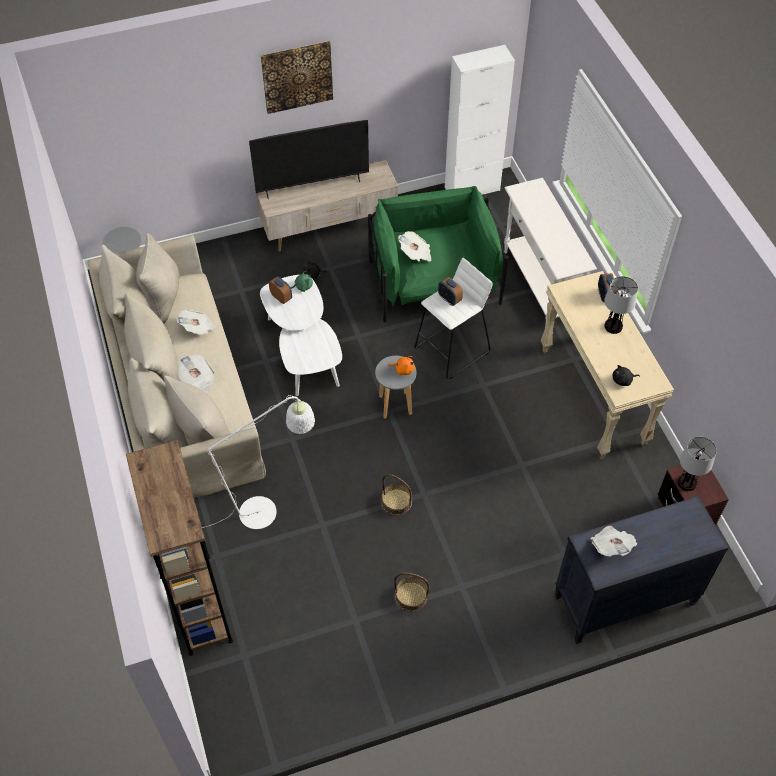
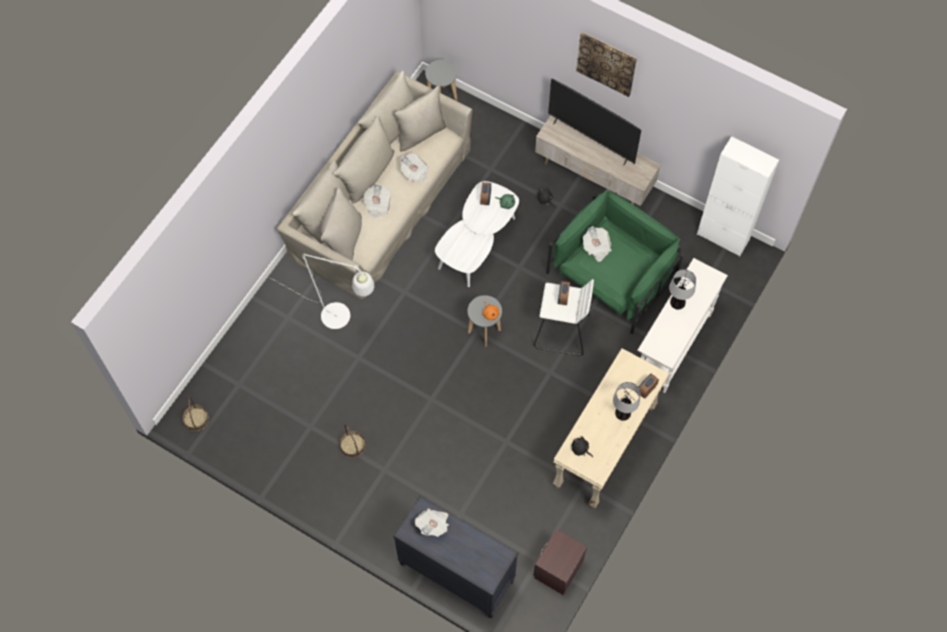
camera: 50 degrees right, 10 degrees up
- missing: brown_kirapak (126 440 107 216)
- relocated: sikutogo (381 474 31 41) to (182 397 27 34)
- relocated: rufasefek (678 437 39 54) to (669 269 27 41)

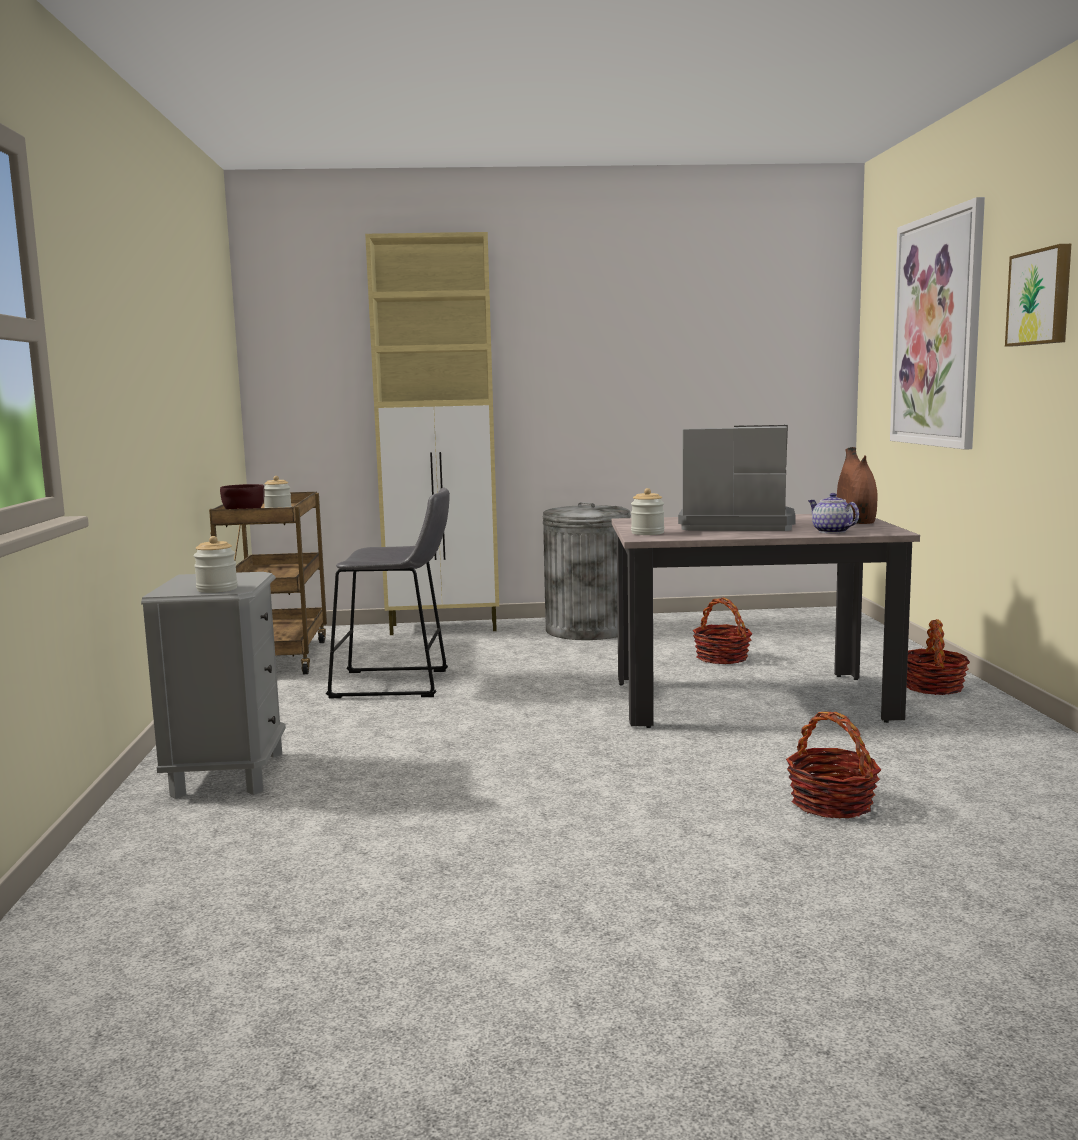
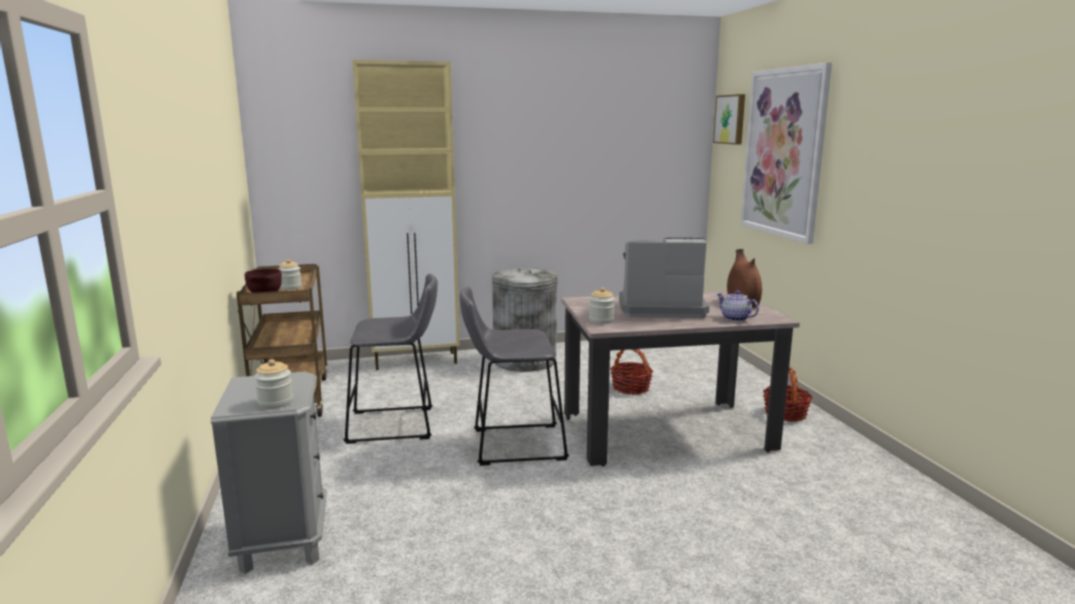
camera: 10 degrees left, 5 degrees up
- missing: sikutogo (786 712 95 106)
- relocated: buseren (1005 244 66 103) to (713 94 32 51)
- appeared: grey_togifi (459 286 110 180)

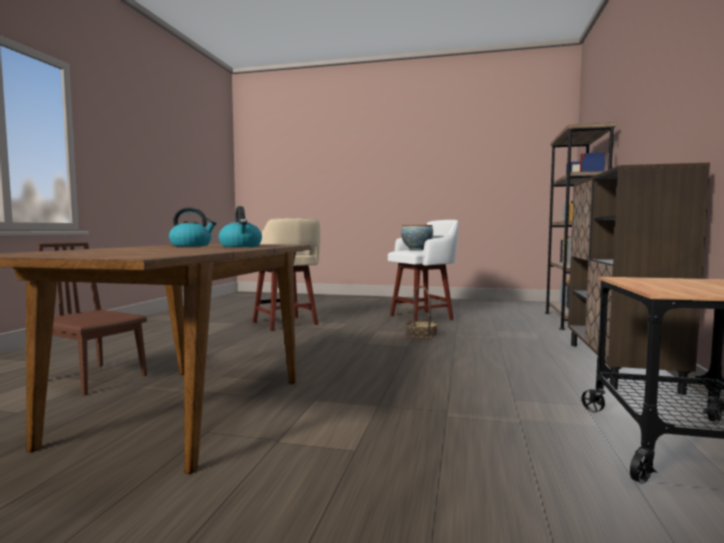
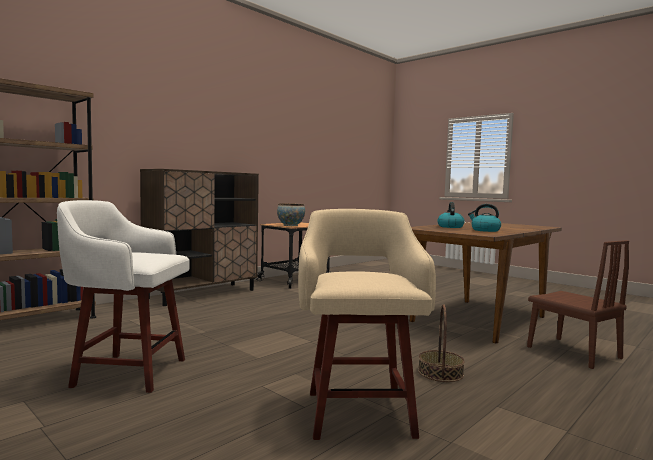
camera: 150 degrees left, 0 degrees up
- relocated: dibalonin (401 225 32 25) to (277 204 28 22)
- relocated: sikutogo (406 286 32 53) to (418 304 47 78)

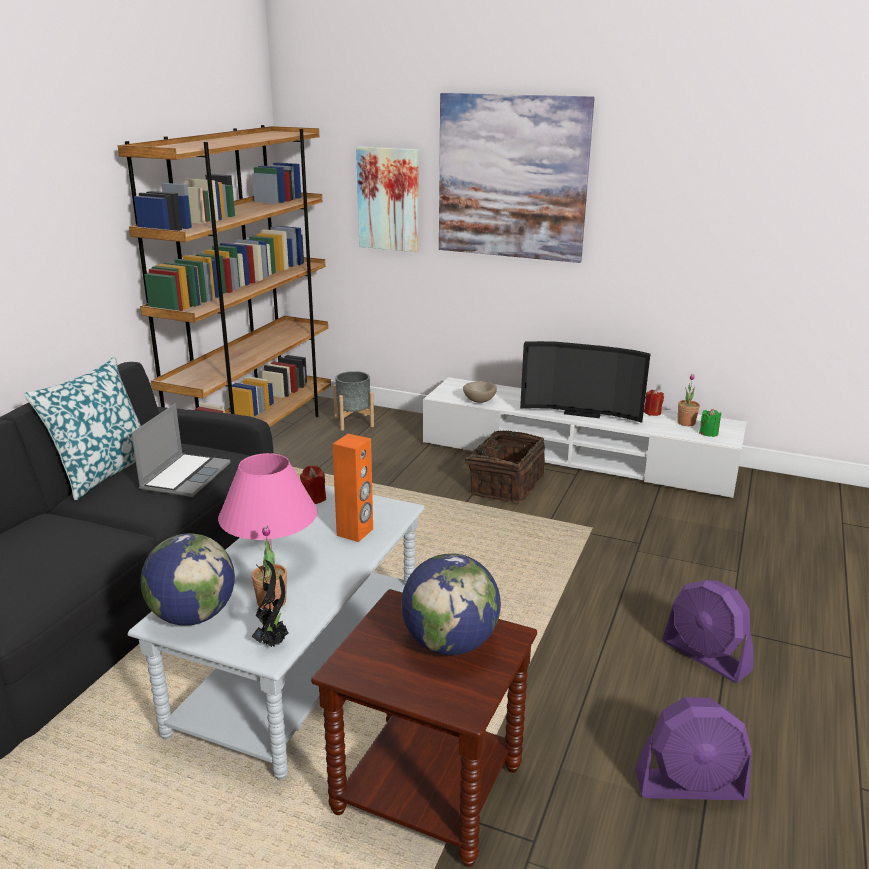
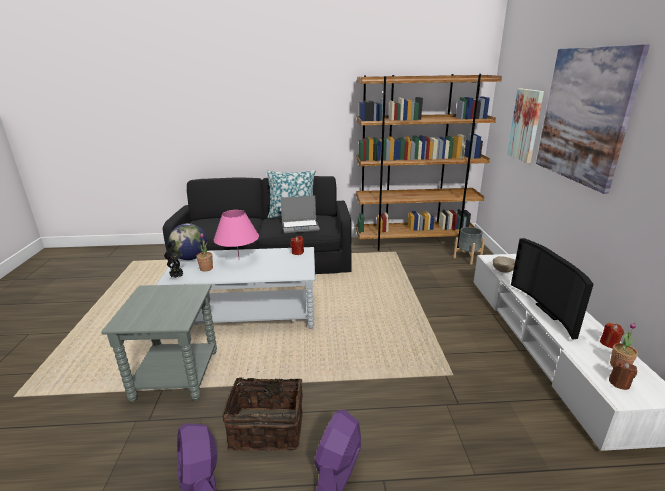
camera: 65 degrees right, 0 degrees up
- colour: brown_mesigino (311 589 226 278) to grey_mesigino (101 284 116 118)
- missing: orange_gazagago (332 434 41 108)
- missing: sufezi (401 553 100 102)
- relocated: sikutogo (455 430 90 73) to (222 371 81 80)
- colour: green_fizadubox (699 409 22 28) to brown_fizadubox (609 359 28 31)

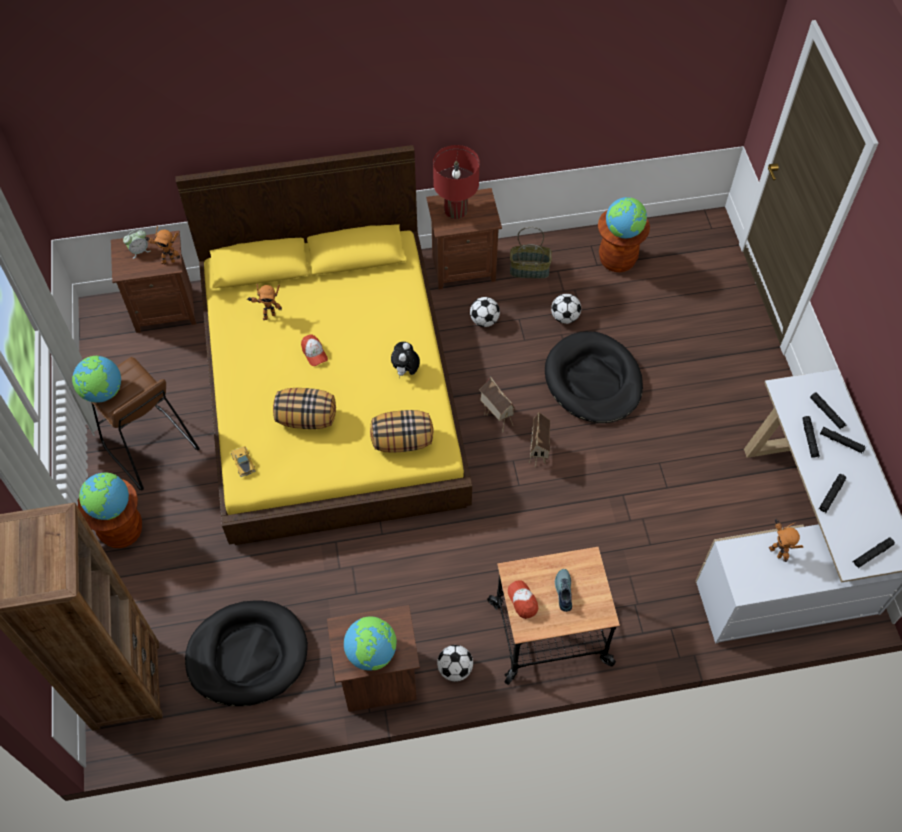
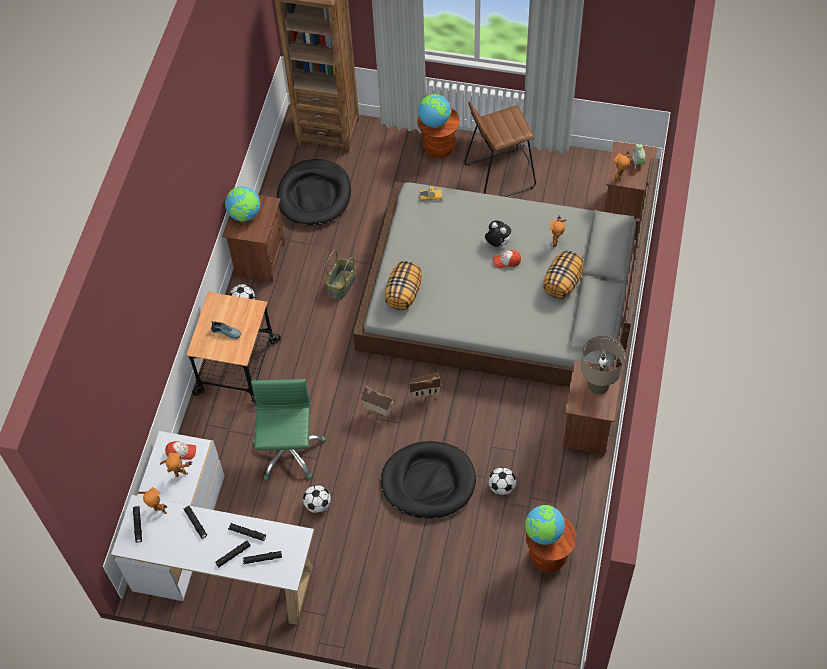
camera: 115 degrees right, 0 degrees up
- missing: sufezi (72 356 49 47)
- colour: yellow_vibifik (176 145 296 400) to grey_vibifik (353 158 304 229)
- relocated: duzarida (273 388 63 41) to (543 251 41 48)
- relocated: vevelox (391 342 29 35) to (485 220 26 27)
- colour: red_rufasefek (433 145 47 74) to beige_rufasefek (581 336 44 59)
- relocated: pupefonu (470 297 30 30) to (303 485 28 28)
- relocated: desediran (508 580 30 39) to (165 441 31 19)
- relocated: sikutogo (510 227 42 52) to (326 250 30 49)
- appeared: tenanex (138 487 29 27)
- appeared: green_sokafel (251 379 75 102)

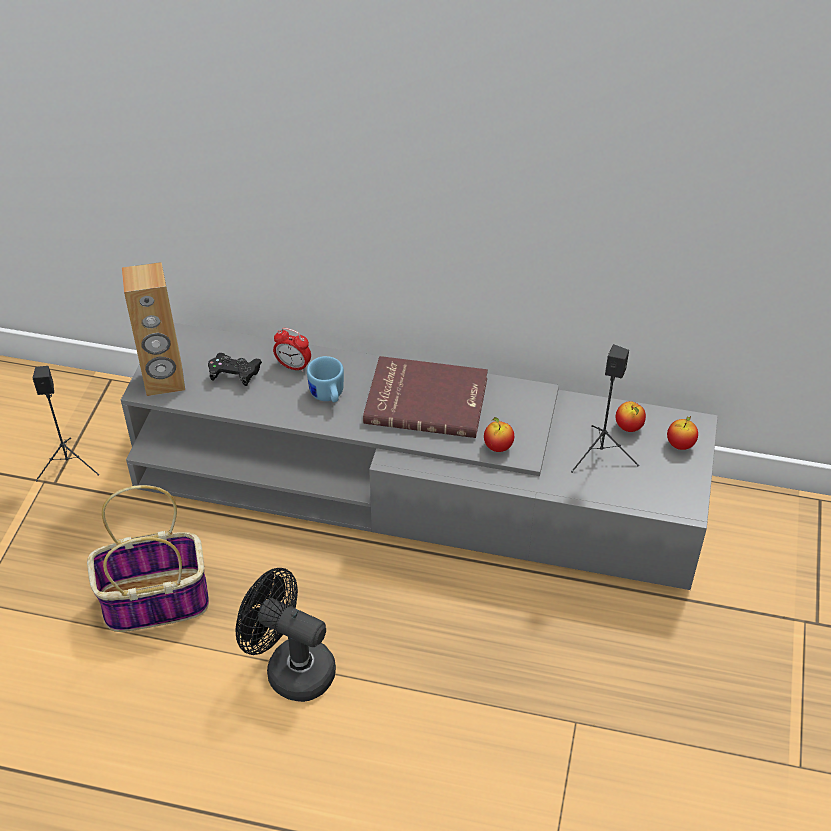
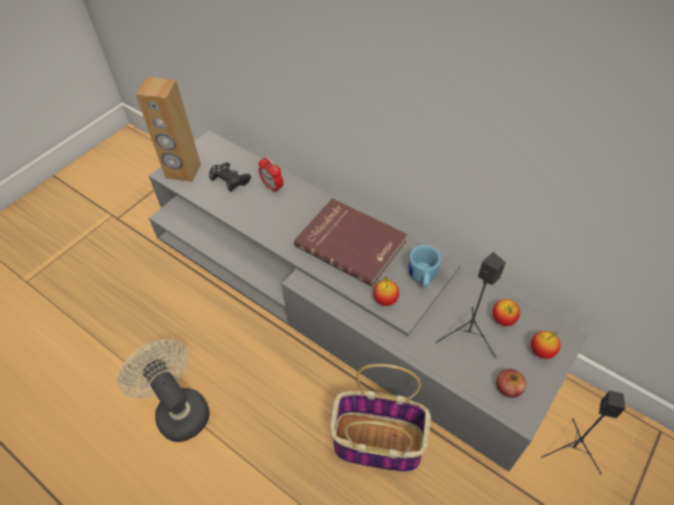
camera: 25 degrees right, 5 degrees up
- relocated: black_gazagago (33 366 66 115) to (541 390 85 84)
- relocated: sikutogo (87 485 122 147) to (330 364 101 108)
- colour: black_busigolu (235 568 101 134) to beige_busigolu (117 339 93 103)
- relocated: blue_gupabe (307 356 37 47) to (409 245 32 42)
- appeared: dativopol (496 369 30 29)

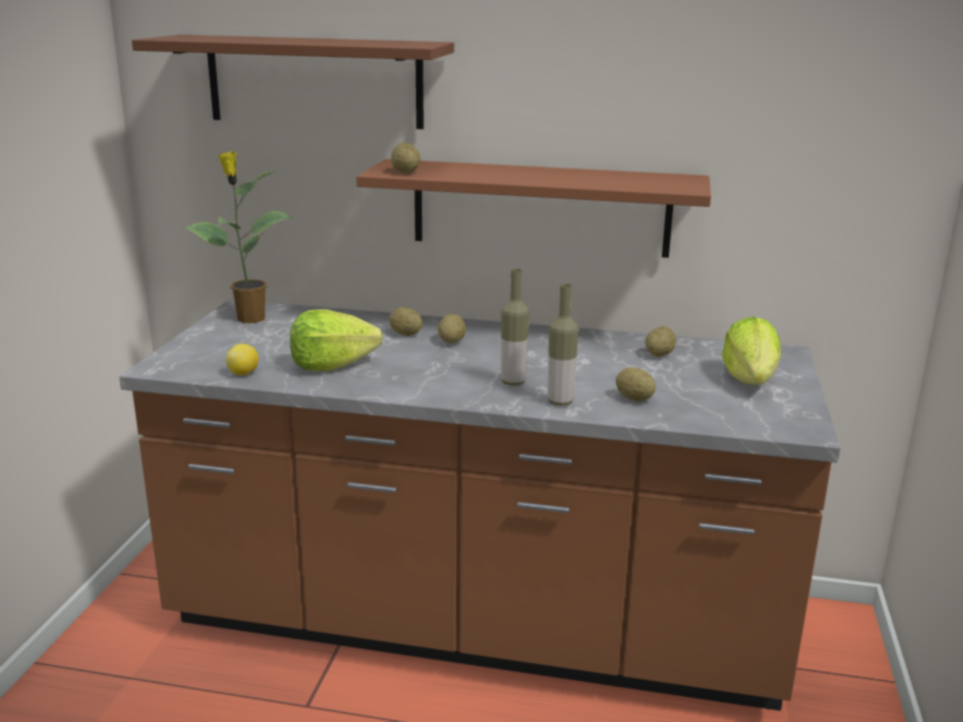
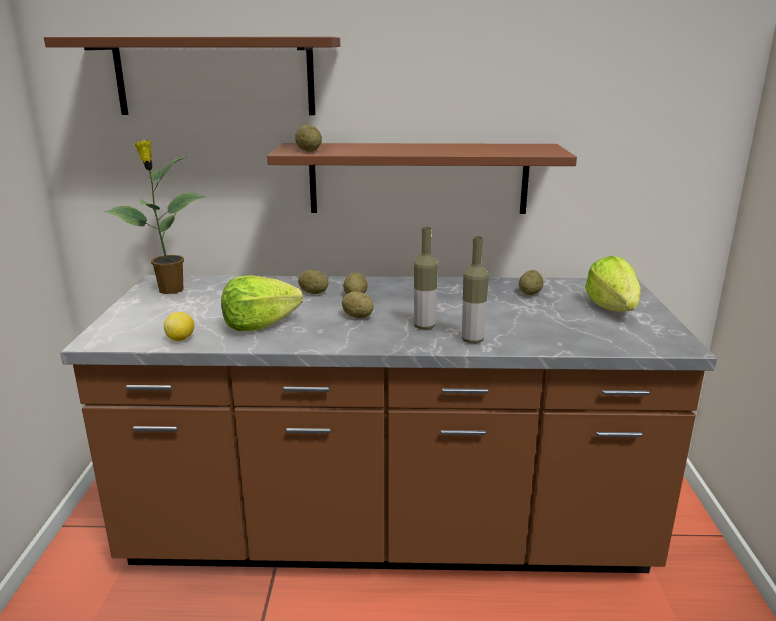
camera: 10 degrees left, 0 degrees up
- relocated: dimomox (616 367 40 34) to (342 291 32 28)

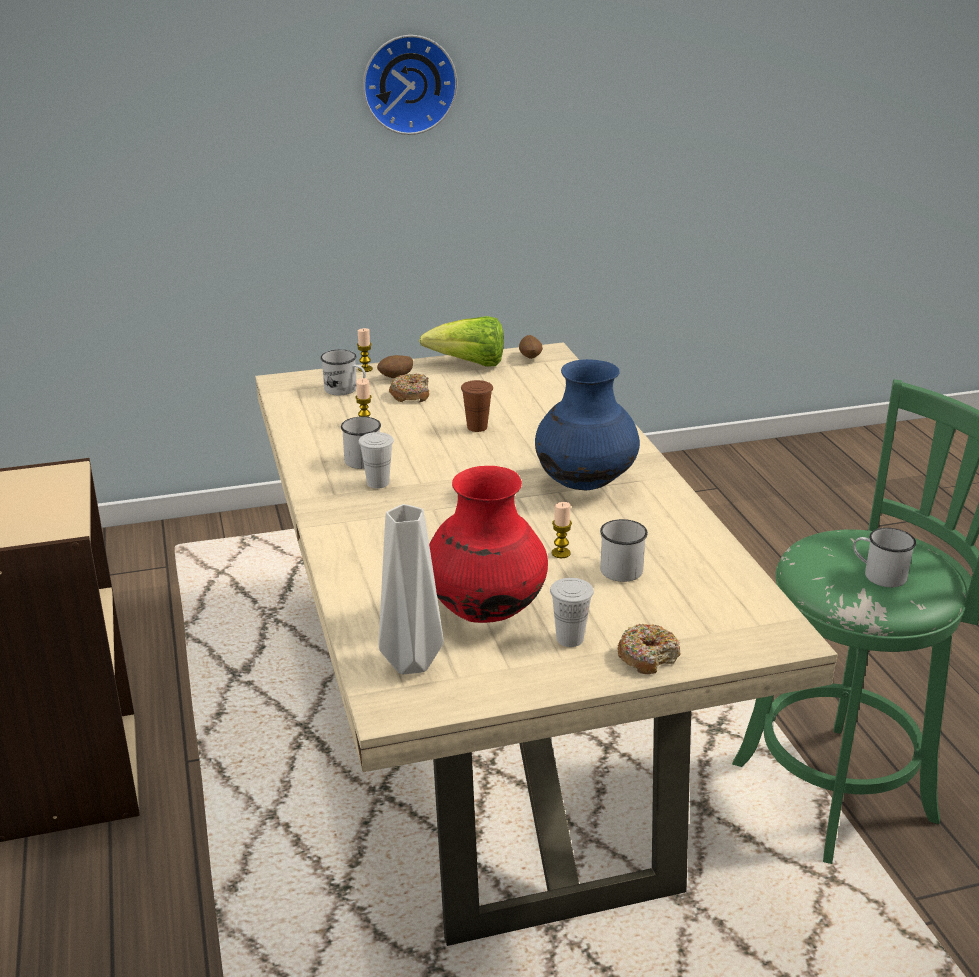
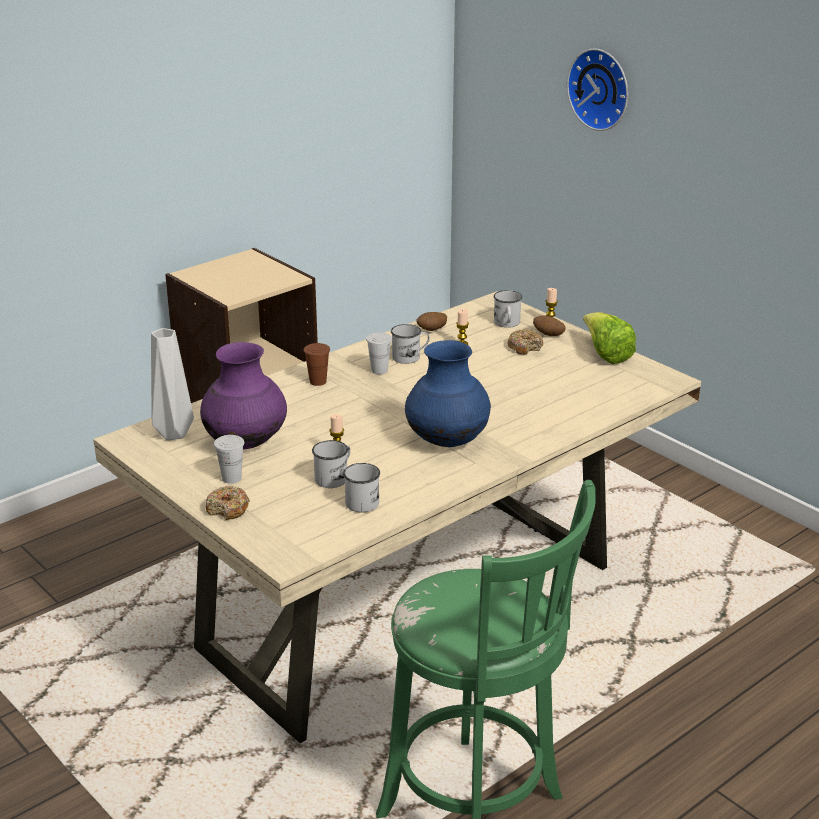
camera: 65 degrees right, 0 degrees up
- relocated: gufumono (363 35 94 100) to (567 48 61 83)
- colour: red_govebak (429 466 119 157) to purple_govebak (200 342 87 108)
- relocated: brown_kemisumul (461 380 32 52) to (303 343 27 43)
- relocated: dimomox (519 335 24 24) to (416 312 31 19)
- relocated: white_gupabe (853 528 63 59) to (343 463 37 49)

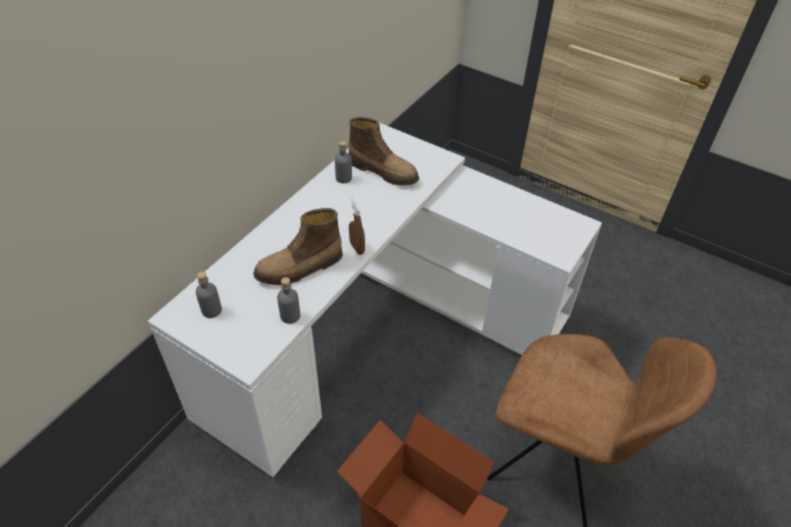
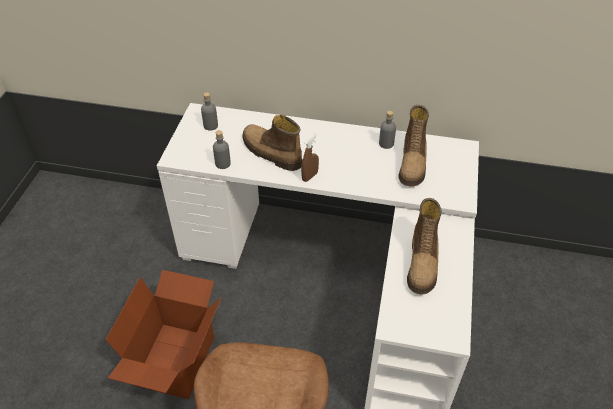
camera: 70 degrees right, 0 degrees up
- appeared: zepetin (407 198 35 97)

